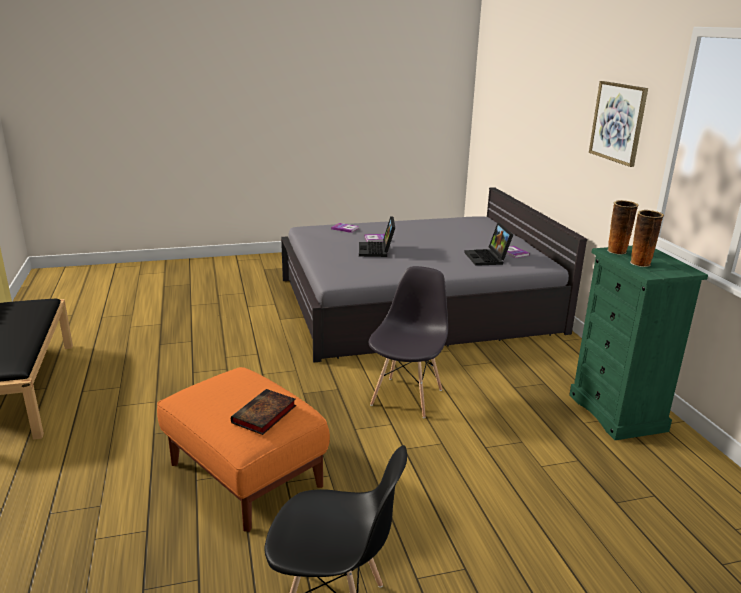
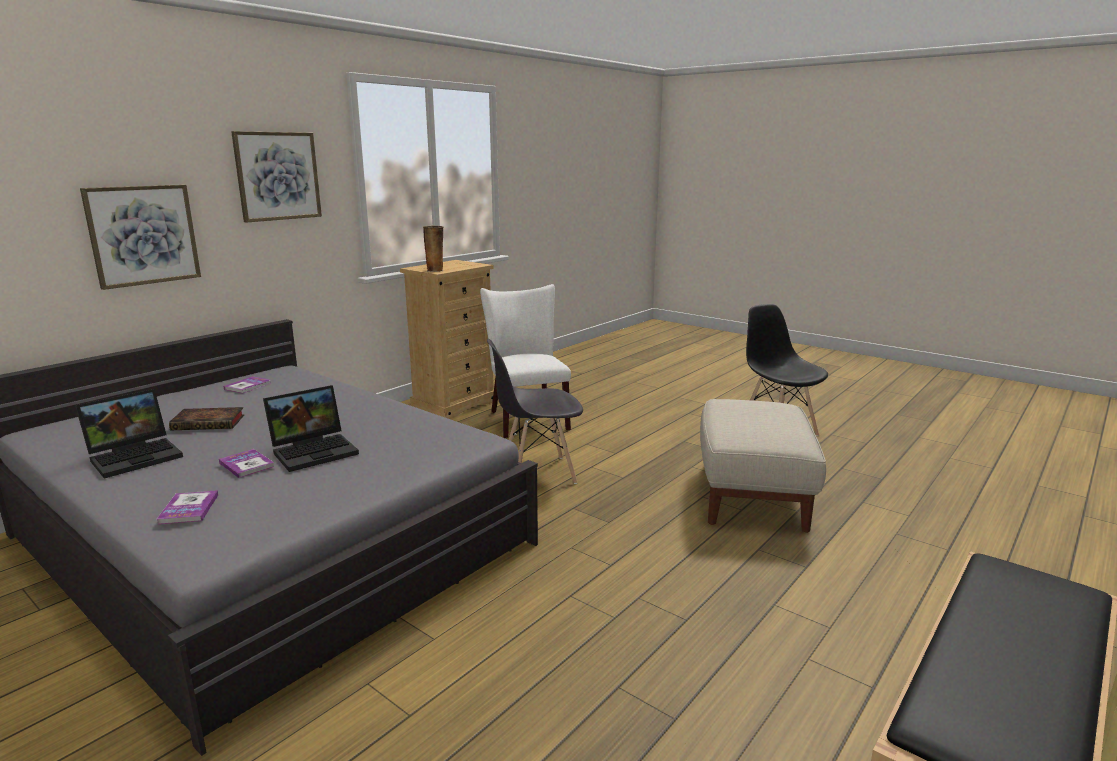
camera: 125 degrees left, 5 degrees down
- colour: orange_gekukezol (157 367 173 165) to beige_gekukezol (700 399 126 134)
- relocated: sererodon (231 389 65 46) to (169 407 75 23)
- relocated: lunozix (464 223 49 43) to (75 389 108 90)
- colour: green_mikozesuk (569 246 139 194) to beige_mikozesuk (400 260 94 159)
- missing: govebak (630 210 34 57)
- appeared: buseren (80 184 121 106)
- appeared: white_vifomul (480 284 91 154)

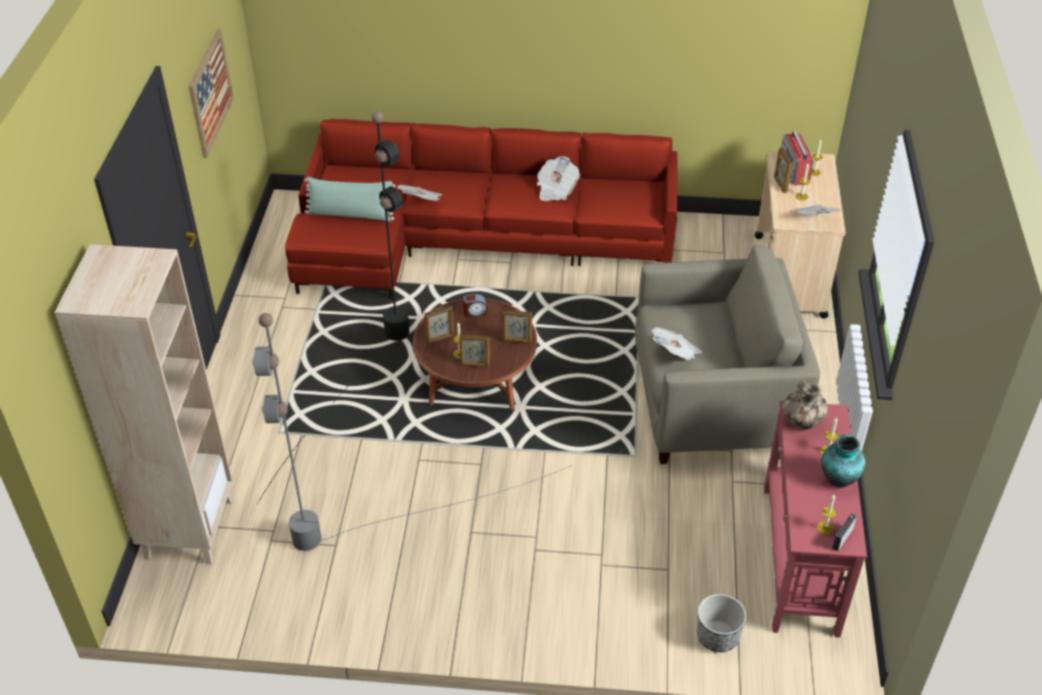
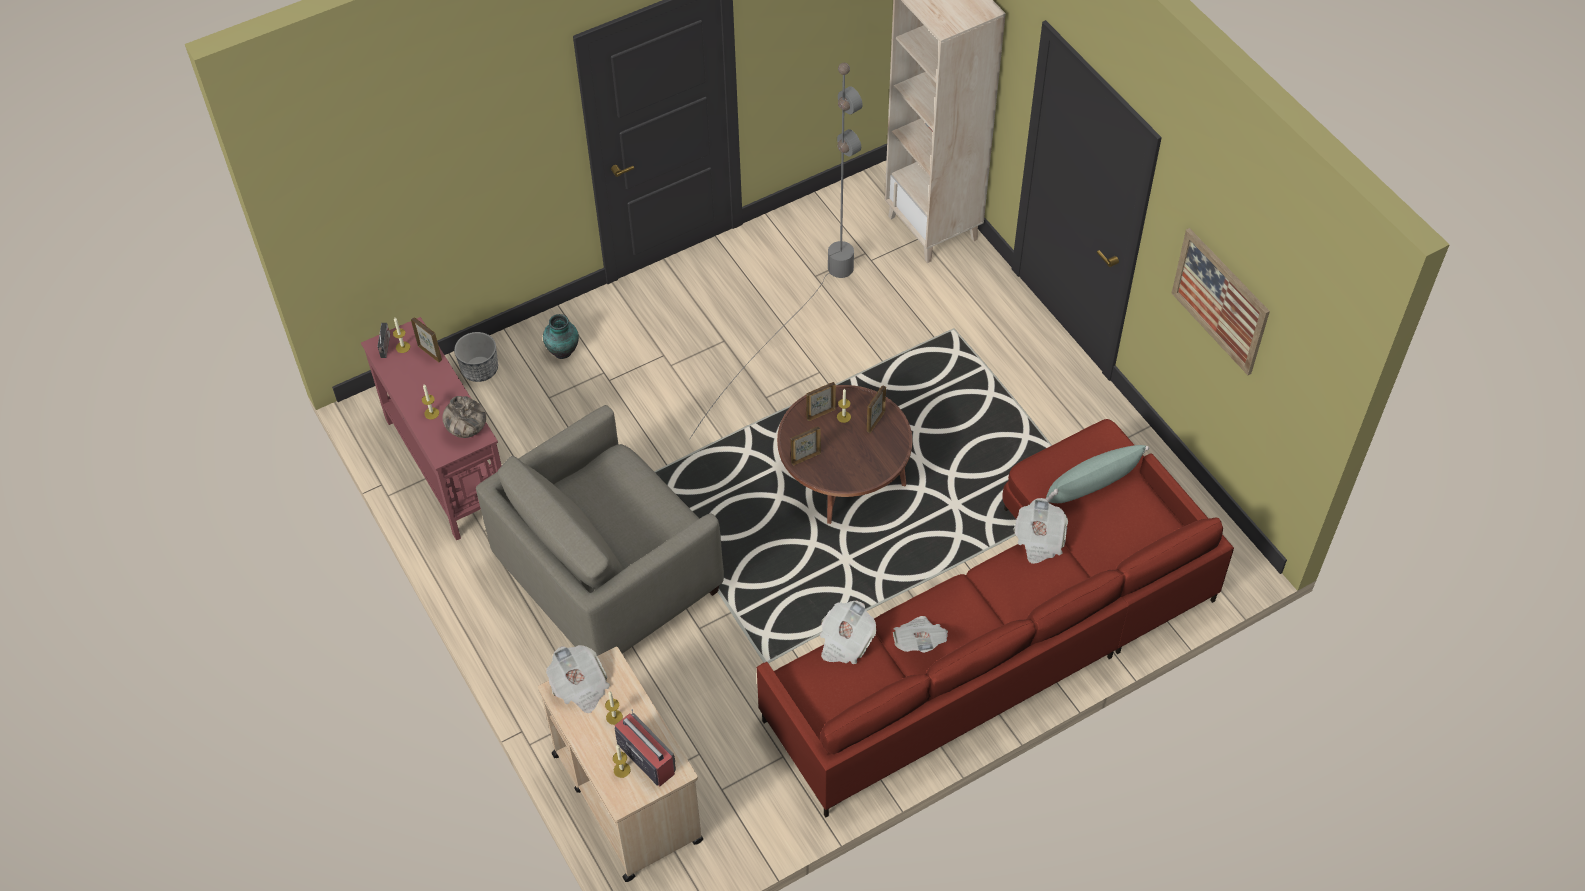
camera: 145 degrees right, 10 degrees up
- missing: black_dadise (257 111 152 393)
- missing: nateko (463 294 24 23)
- relocated: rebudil (651 327 52 33) to (820 601 56 63)
- relocated: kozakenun (774 147 18 46) to (411 317 31 45)
- relocated: govebak (821 434 44 54) to (543 314 36 45)

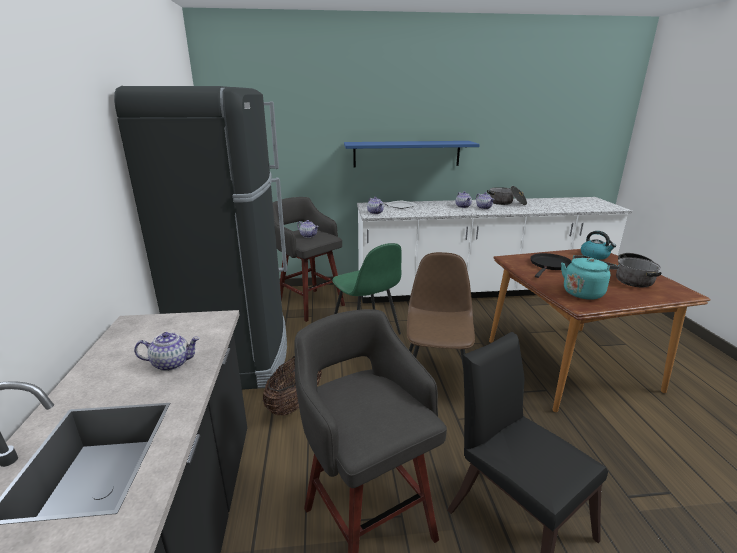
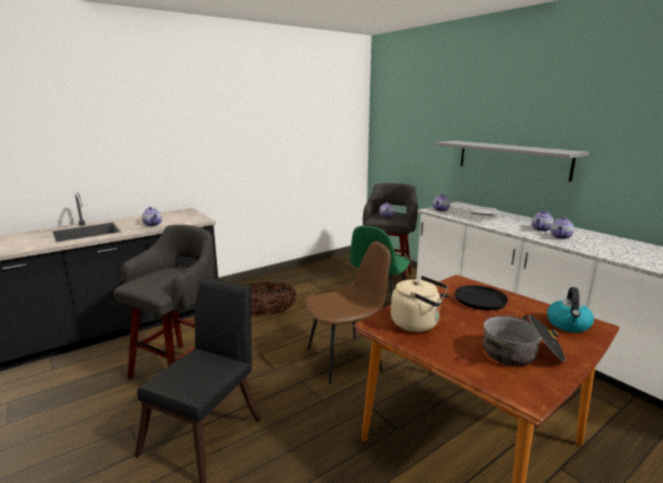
camera: 60 degrees right, 5 degrees down
- missing: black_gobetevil (114 86 173 304)
- colour: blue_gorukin (344 141 136 27) to grey_gorukin (435 141 154 41)
- missing: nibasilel (487 186 40 19)
- colour: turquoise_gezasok (561 255 58 45) to beige_gezasok (391 276 57 56)

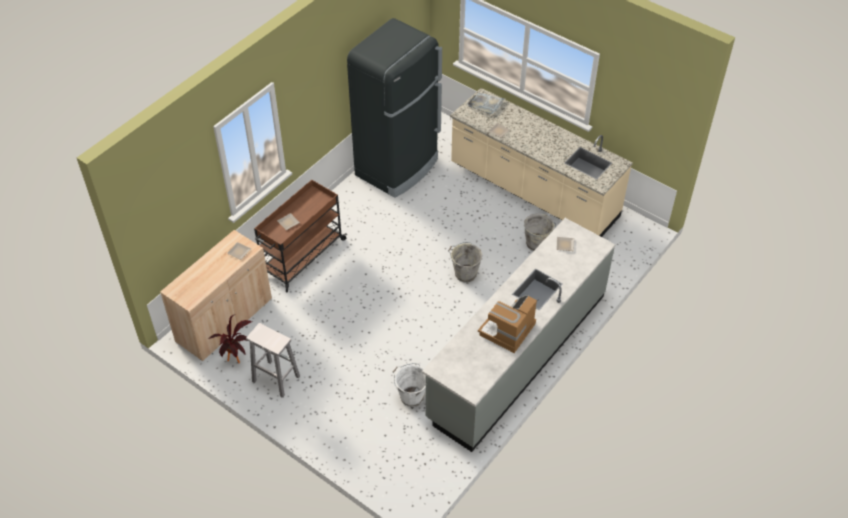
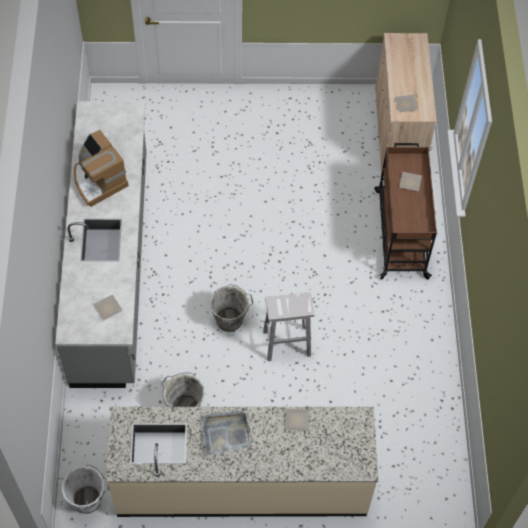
camera: 140 degrees right, 10 degrees up
- missing: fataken (208 314 44 50)
- relocated: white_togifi (246 323 54 75) to (263 292 52 69)
- missing: black_gobetevil (347 18 95 180)
- relocated: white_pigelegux (393 363 33 44) to (61 465 48 49)
- relocated: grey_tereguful (467 92 38 22) to (203 411 47 44)
- spun: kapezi (478 295 59 58) = (74 130 55 77) 150 degrees clockwise

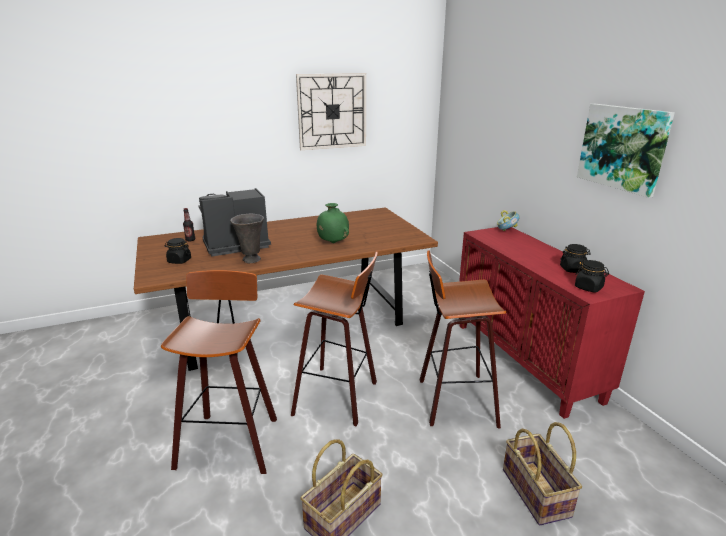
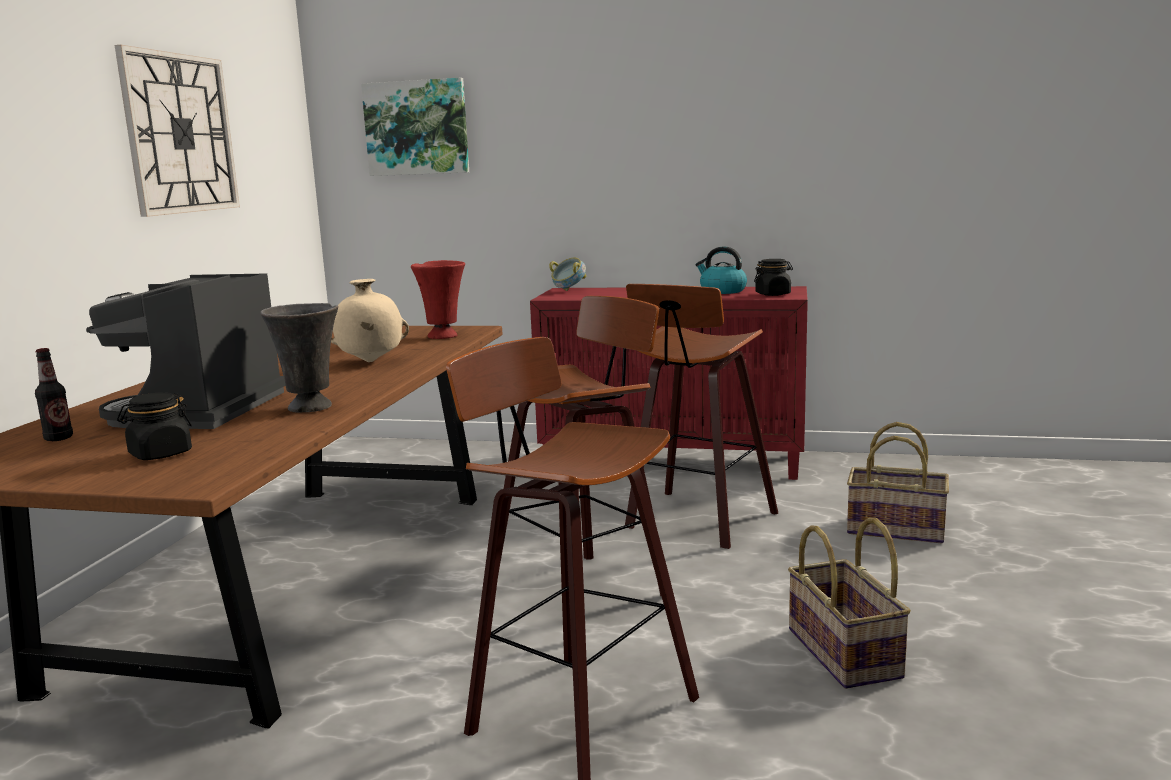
camera: 55 degrees left, 10 degrees down
- colour: green_govebak (317 203 32 40) to beige_govebak (331 279 78 83)
- exchanged: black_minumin (560 244 31 29) to gezasok (695 246 52 48)
- relocated: buseren (577 104 98 94) to (361 78 108 98)
- appeared: red_govebak (411 260 54 79)

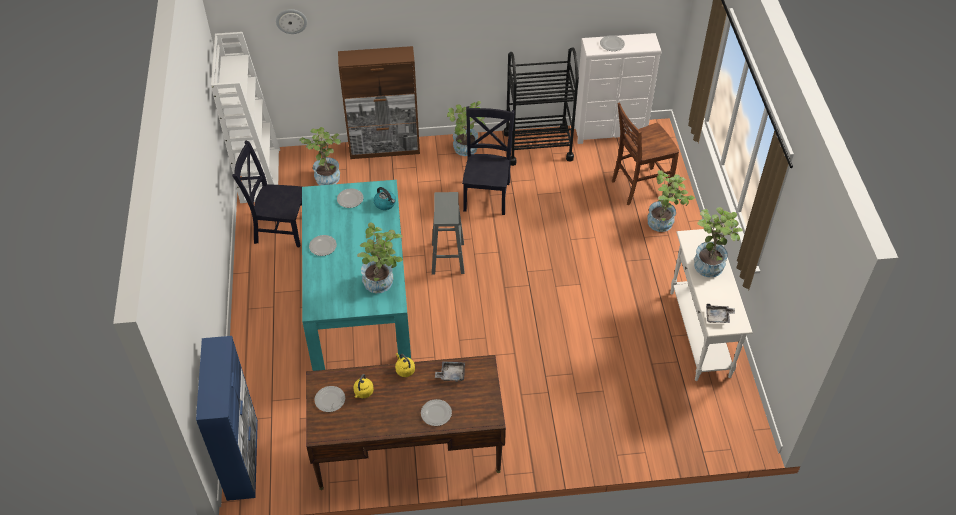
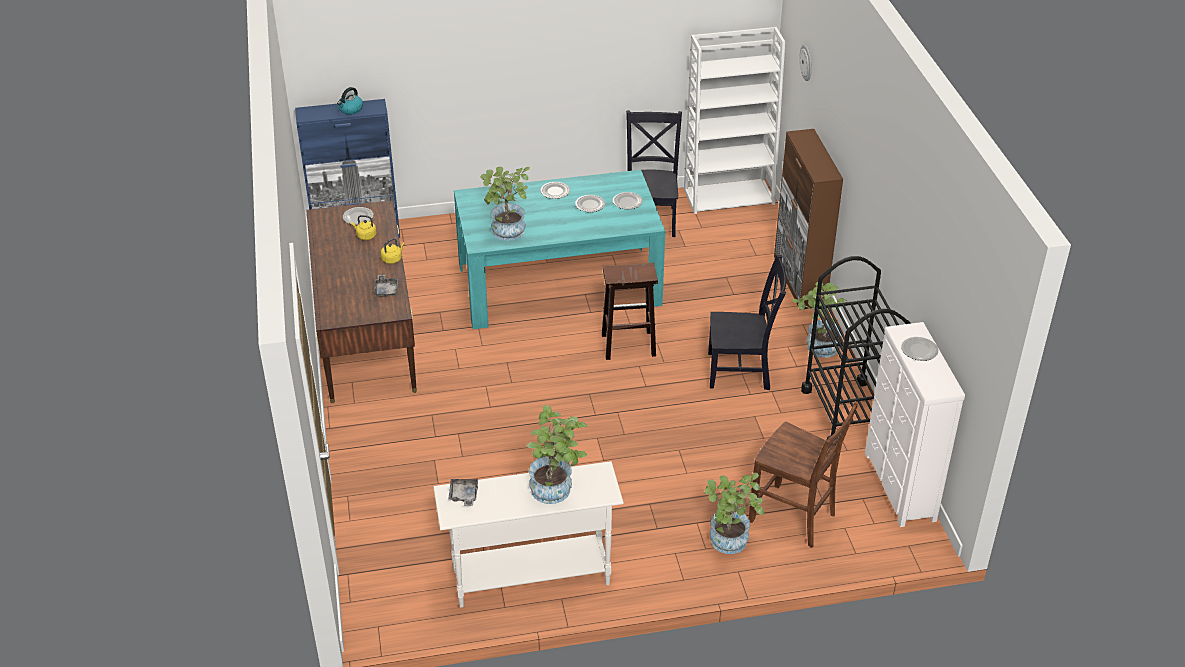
camera: 85 degrees right, 10 degrees down
- missing: fataken (299 127 42 58)
- relocated: gezasok (373 187 23 23) to (337 87 26 28)
- relocated: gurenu (421 399 31 27) to (575 195 30 17)
- colour: grey_togifi (432 192 33 82) to brown_togifi (602 263 56 97)
- spun: brown_vifomul (612 102 67 103) = (749 401 110 147) 150 degrees clockwise

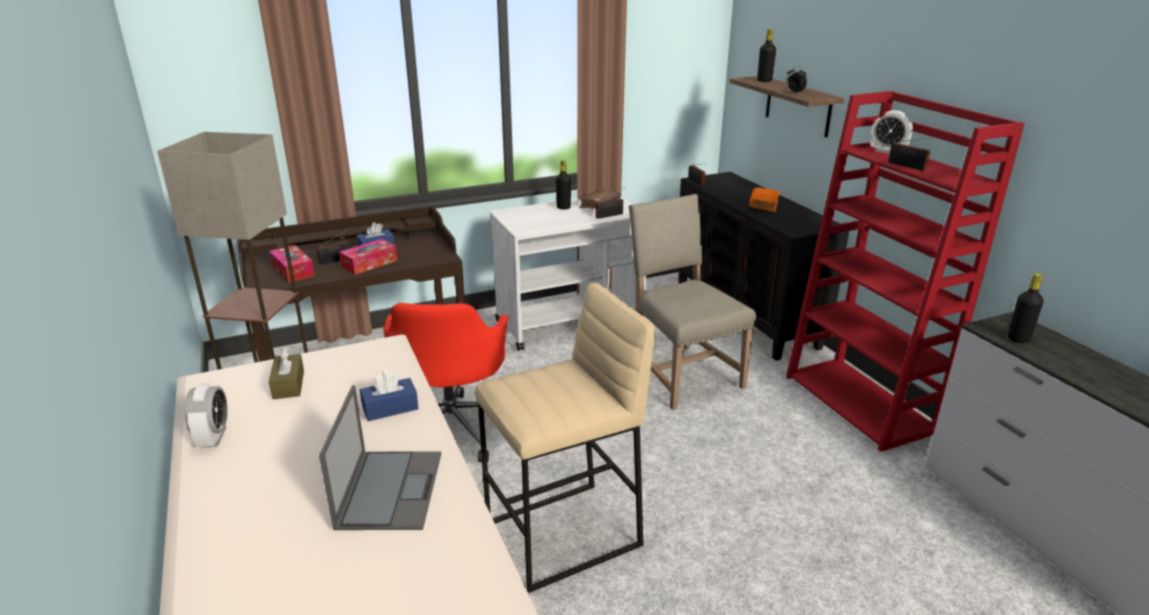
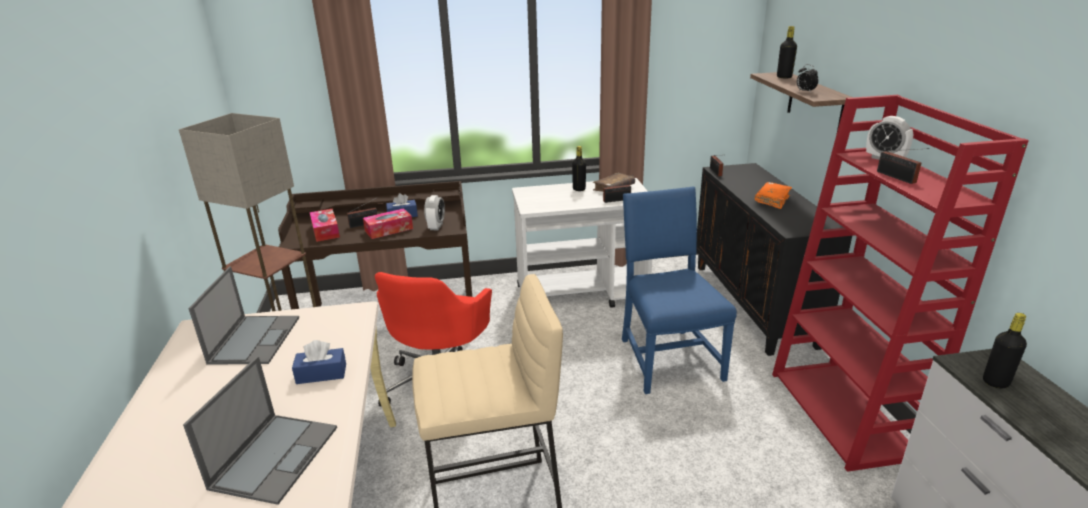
camera: 15 degrees right, 0 degrees up
- relocated: nateko (184 383 44 65) to (424 195 21 35)
- exchanged: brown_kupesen (269 348 35 51) to lunozix (188 266 111 99)
- colour: beige_vifomul (629 194 127 216) to blue_vifomul (622 186 115 208)

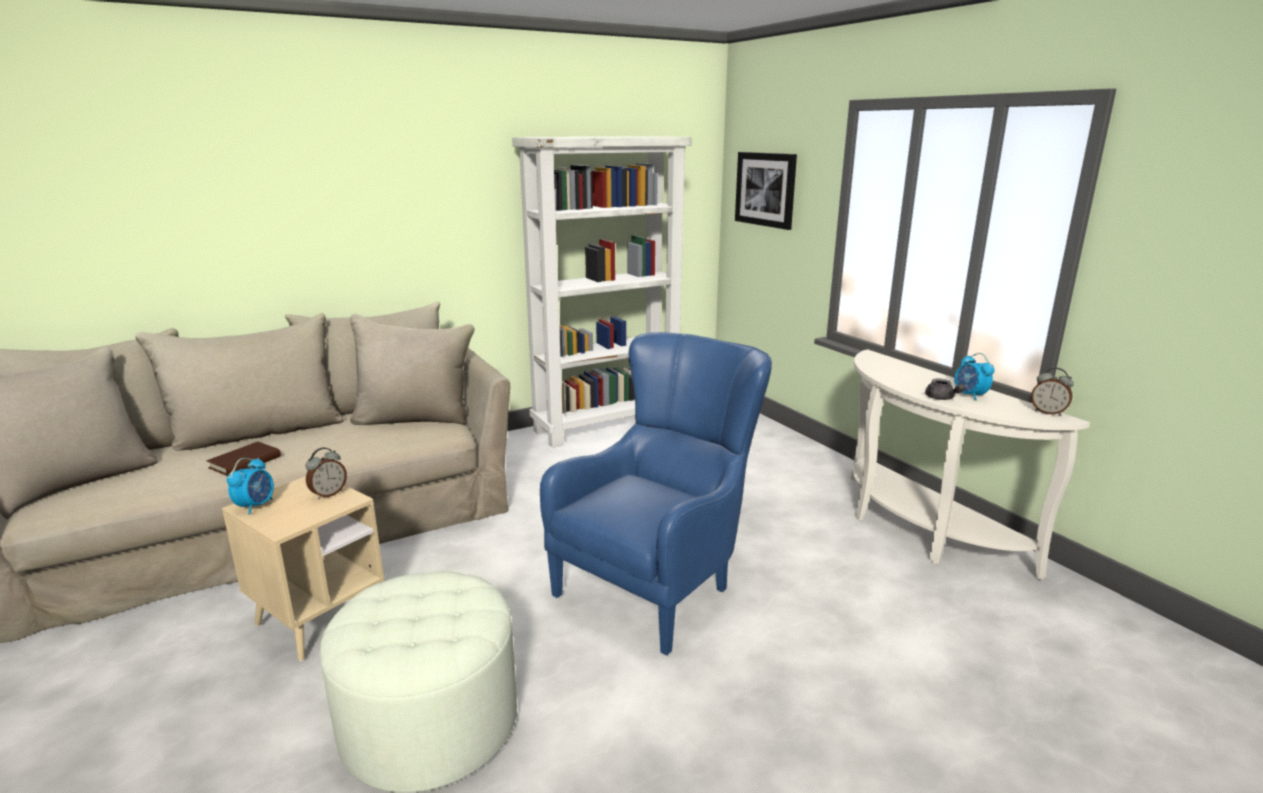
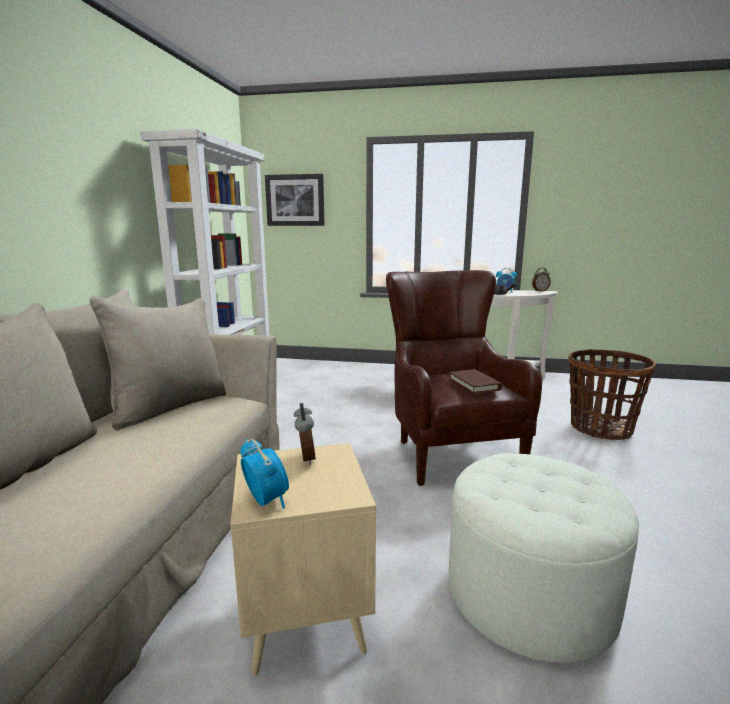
camera: 50 degrees left, 5 degrees down
- relocated: brown_sererodon (207 442 74 34) to (449 369 53 25)
- colour: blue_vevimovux (540 332 232 324) to brown_vevimovux (386 270 156 216)
- appeared: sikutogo (568 349 88 91)

